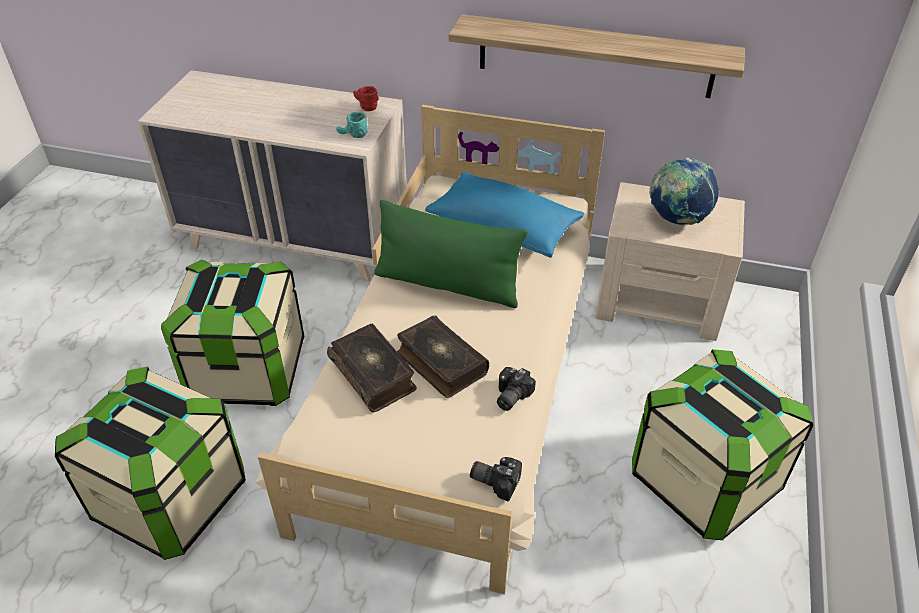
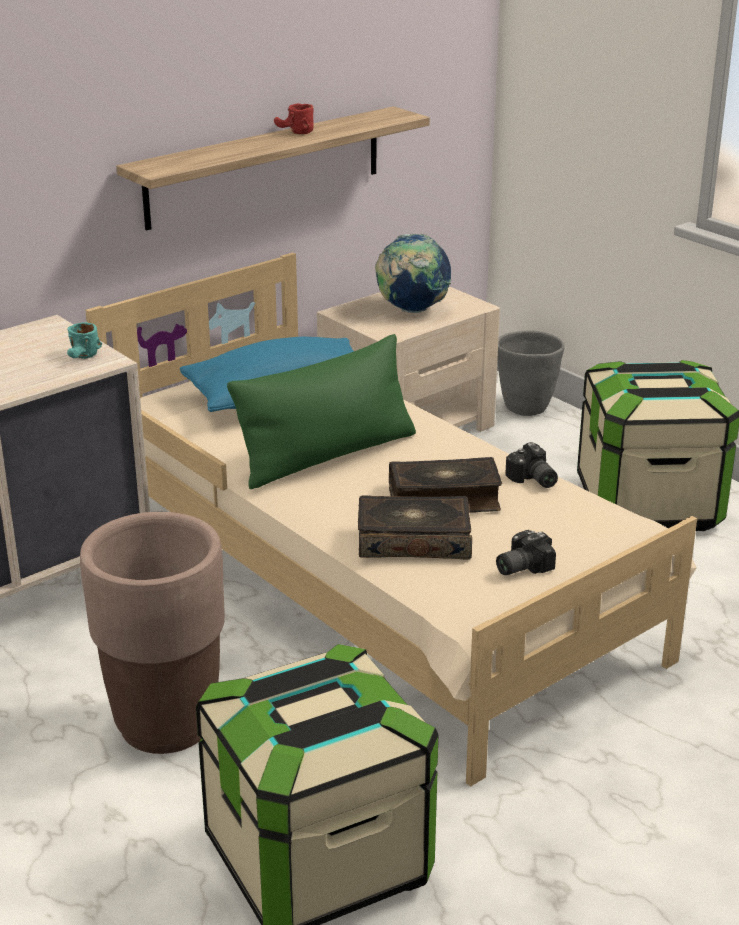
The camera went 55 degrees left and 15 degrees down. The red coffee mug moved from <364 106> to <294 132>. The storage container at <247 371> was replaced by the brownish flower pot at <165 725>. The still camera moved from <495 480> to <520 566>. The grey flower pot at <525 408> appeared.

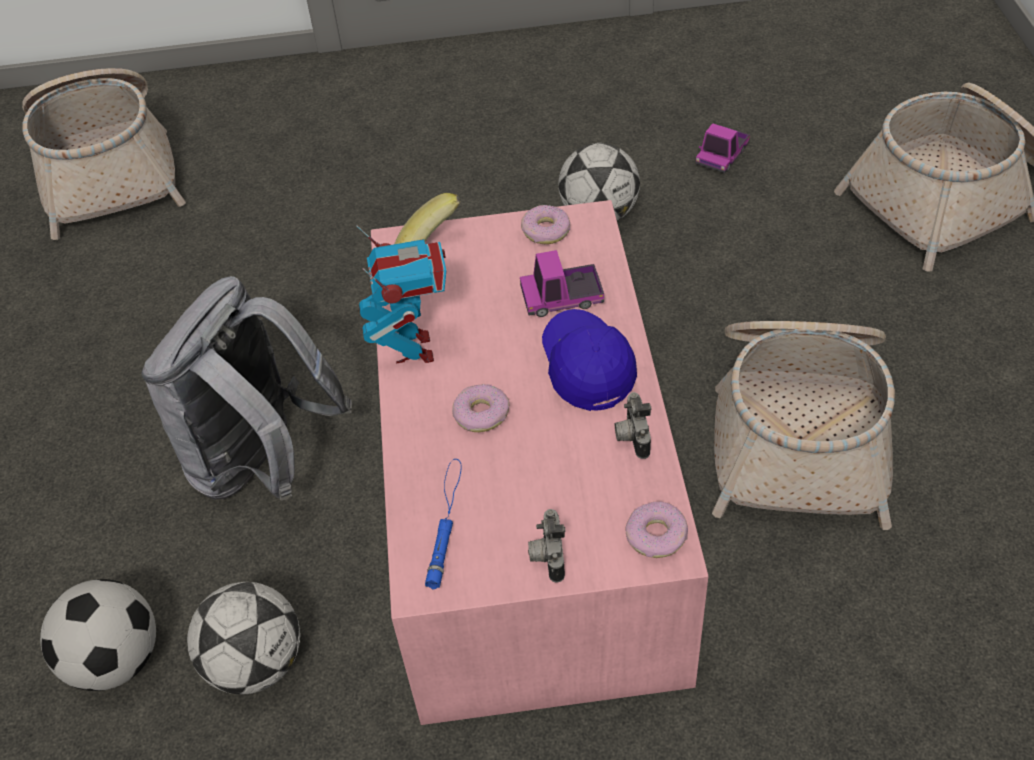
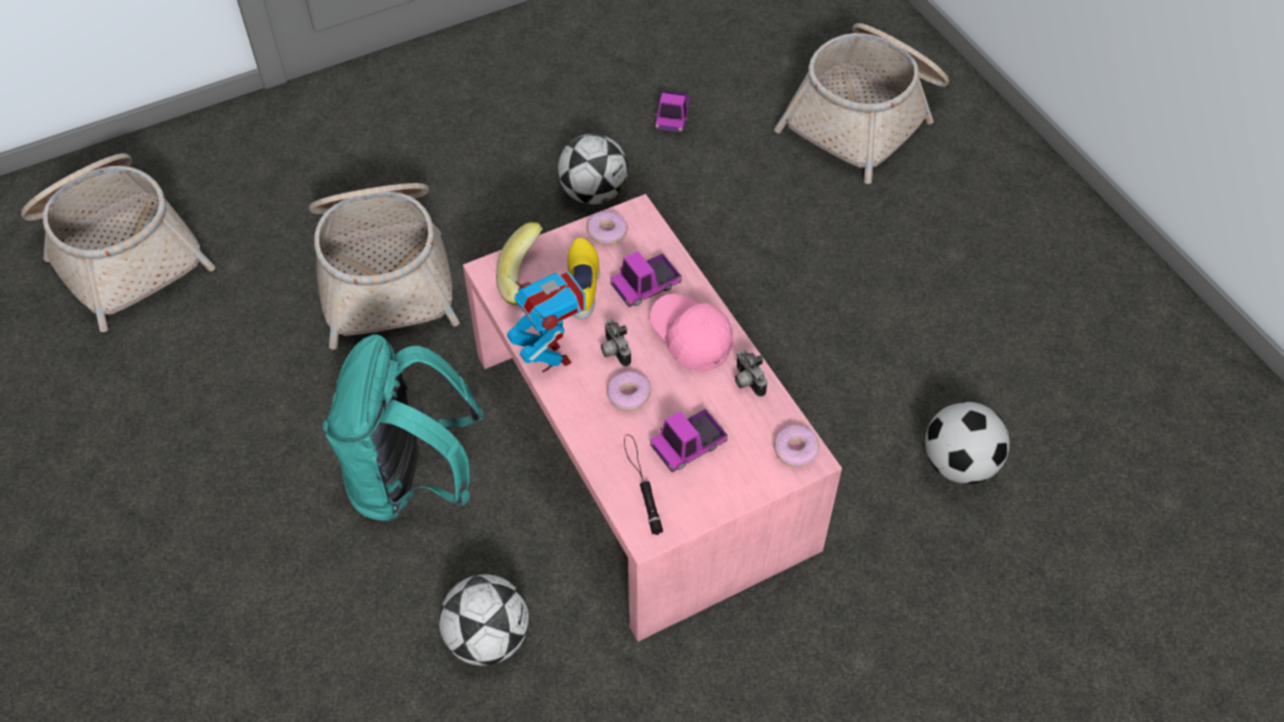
The camera went 25 degrees left and 5 degrees up. The grey rucksack at <263 464> became the turquoise rucksack at <411 481>. The blue-coloured cap at <586 368> became the pink cap at <690 338>. The storage basket moved from <798 431> to <385 272>. The blue-coloured hand torch at <445 522> became the blackish hand torch at <642 483>. The still camera moved from <547 555> to <613 351>. The ball for football moved from <116 660> to <959 464>. The yellow low shoe at <583 285> appeared. The model truck at <688 446> appeared.

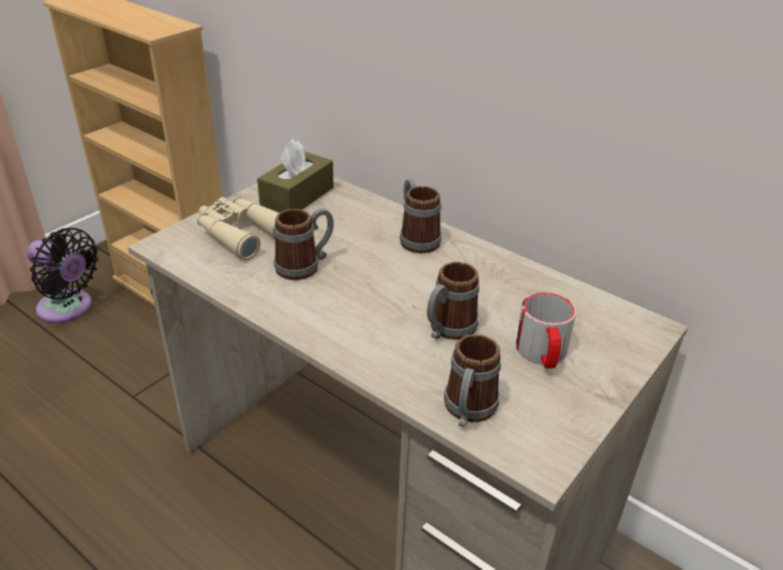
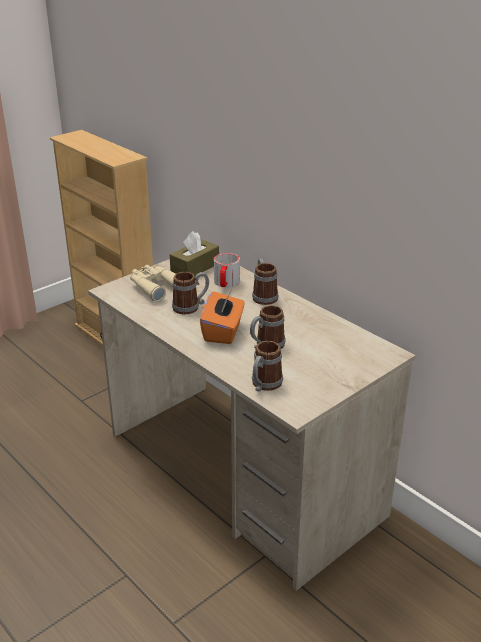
The camera went 10 degrees right and 5 degrees down. The blackish electric fan at <68 309> disappeared. The coffee mug moved from <542 354> to <225 283>. The orange box of tissues at <223 331> appeared.

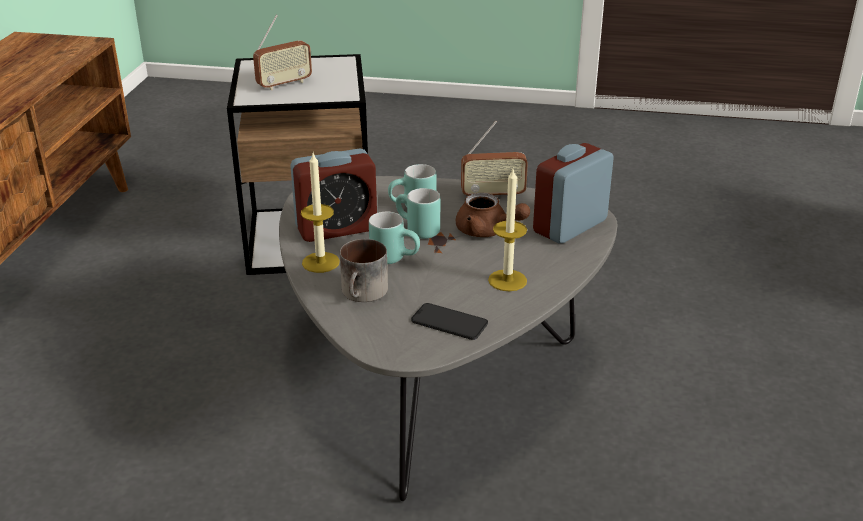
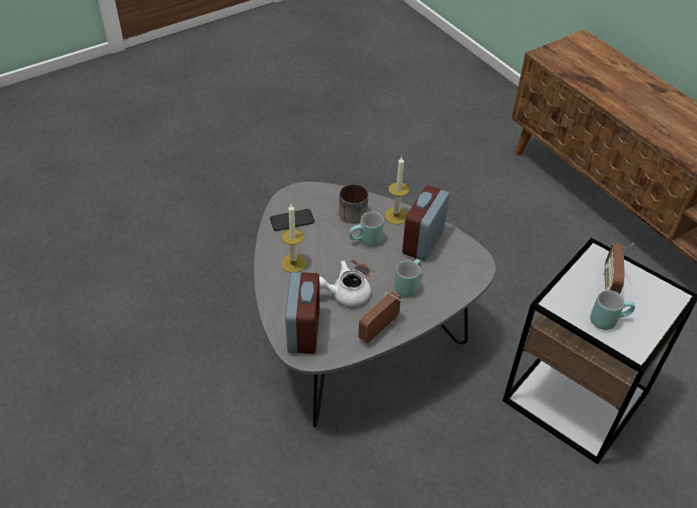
The camera went 135 degrees right and 15 degrees up. The turquoise coffee mug moved from <416 231> to <608 319>. The brownish pot for tea at <487 231> became the white pot for tea at <344 294>.

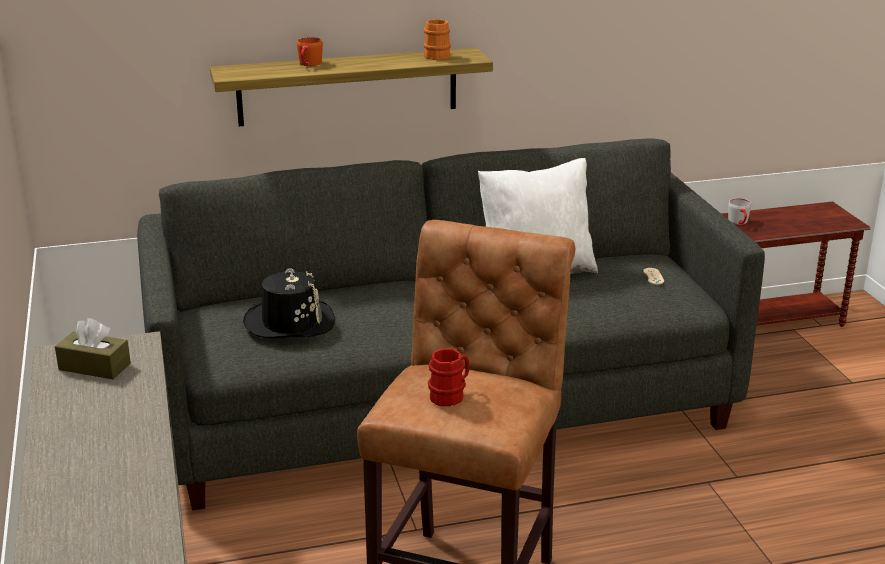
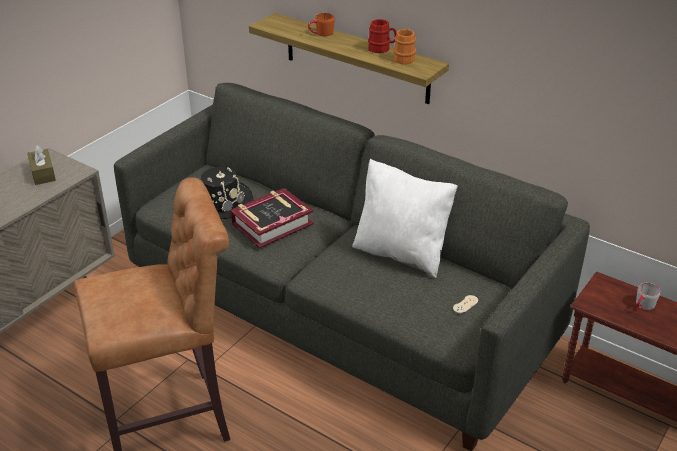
The camera went 50 degrees right and 10 degrees up. The red coffee mug moved from <450 395> to <382 49>. The book at <272 223> appeared.

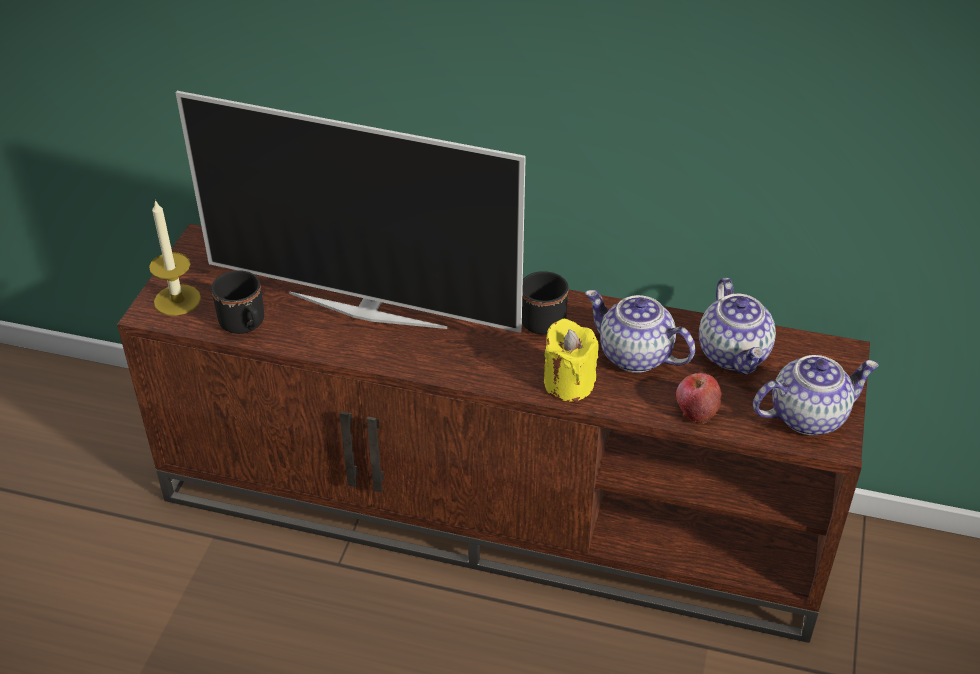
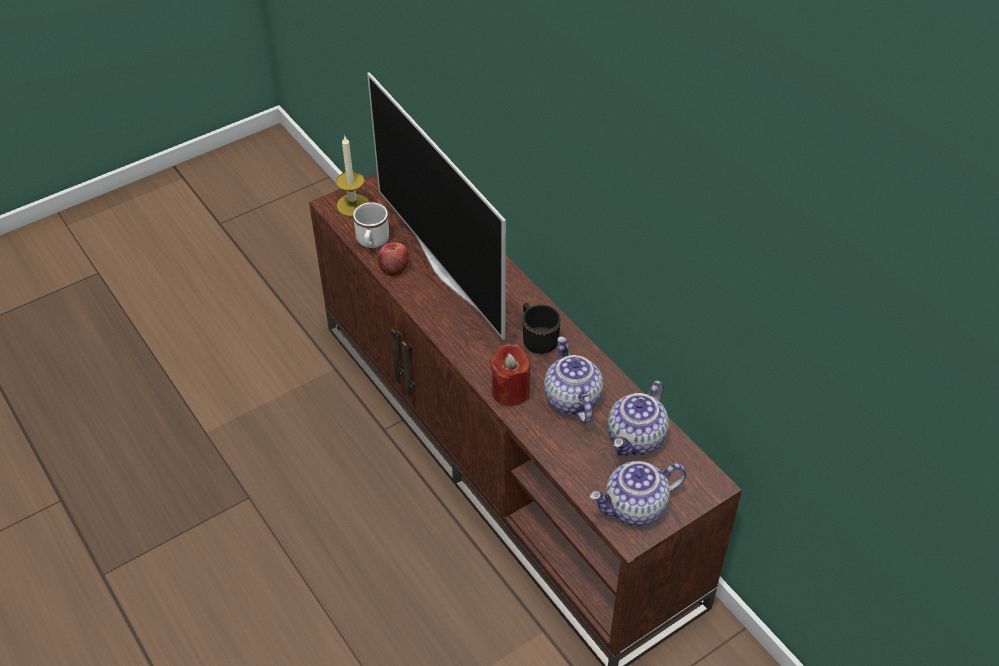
The camera went 40 degrees right and 5 degrees up. The blackish coffee mug at <245 325> became the white coffee mug at <372 242>. The yellow candle at <568 383> became the red candle at <510 391>. The pot for tea at <808 415> turned 135 degrees clockwise. The apple fruit moved from <696 410> to <394 267>.

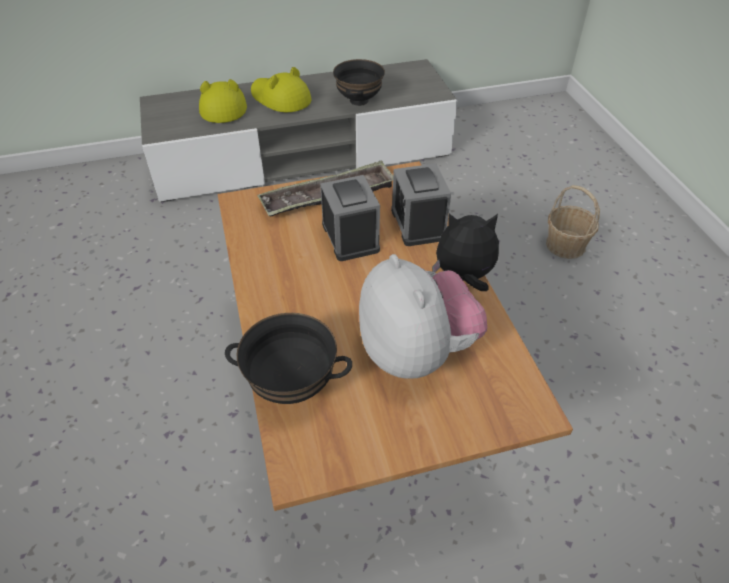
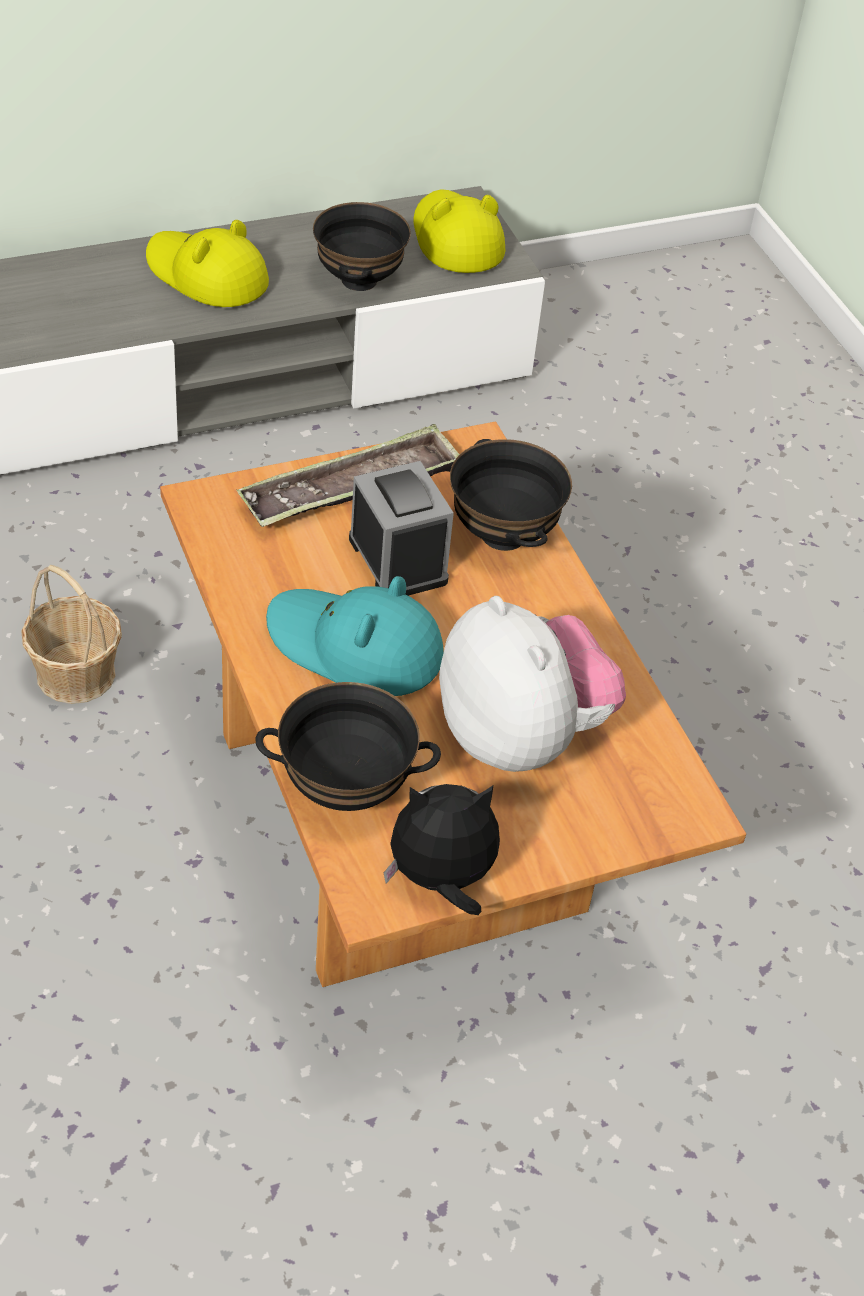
The camera went 10 degrees left and 0 degrees up. The yellow wearable hat moved from <223 106> to <456 239>. The bedside clock at <418 224> was replaced by the blackish bowl at <504 535>. The storage basket moved from <565 245> to <76 673>. The cuddly toy moved from <464 277> to <441 881>. The turquoise wearable hat at <355 647> appeared.

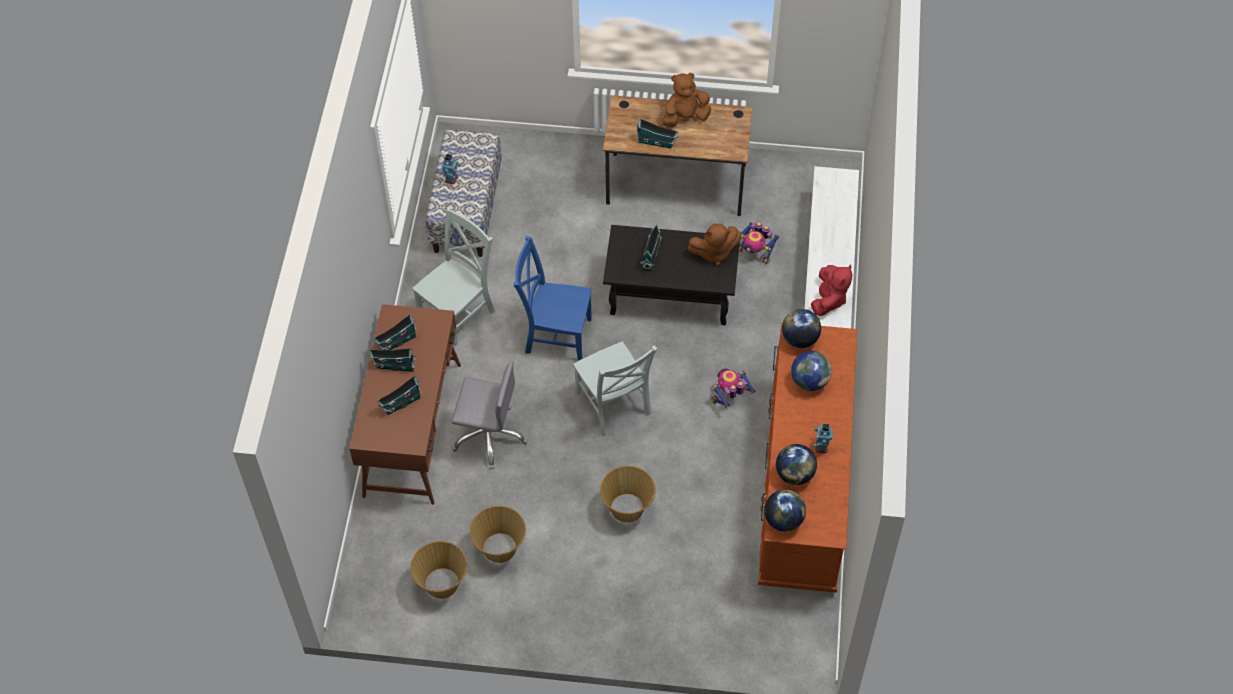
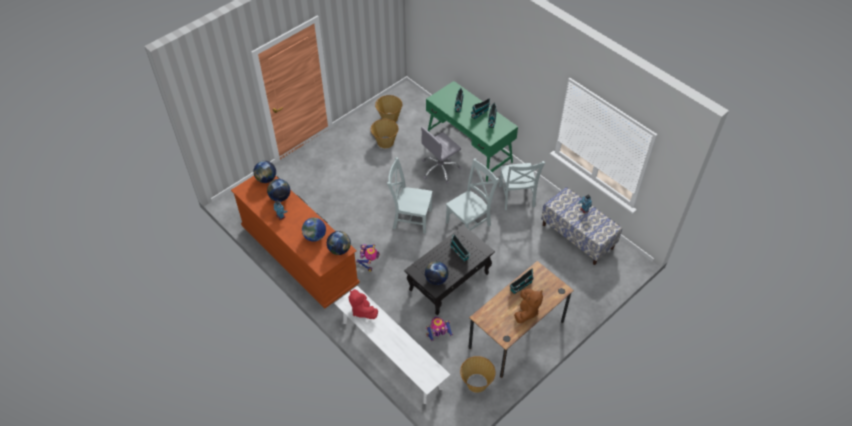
The camera went 130 degrees right and 5 degrees down. The brownish cuddly toy at <714 252> was replaced by the world globe at <436 279>. The blue-coloured chair at <555 334> became the grey chair at <470 223>. The brownish desk at <413 429> became the greenish desk at <469 148>. The storage basket moved from <627 508> to <476 383>.

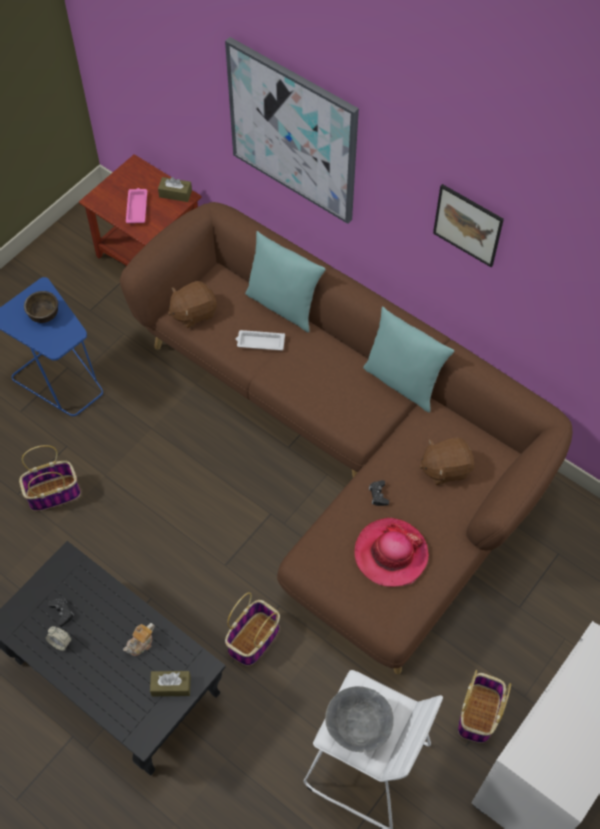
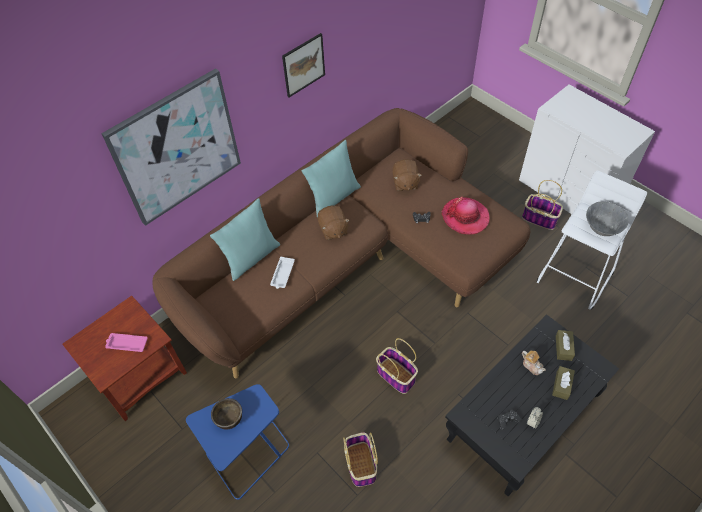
The camera went 80 degrees left and 5 degrees down. The brownish box of tissues moved from <175 194> to <561 385>. The brownish cuddly toy moved from <193 312> to <333 230>. The storage basket moved from <253 640> to <396 376>.

